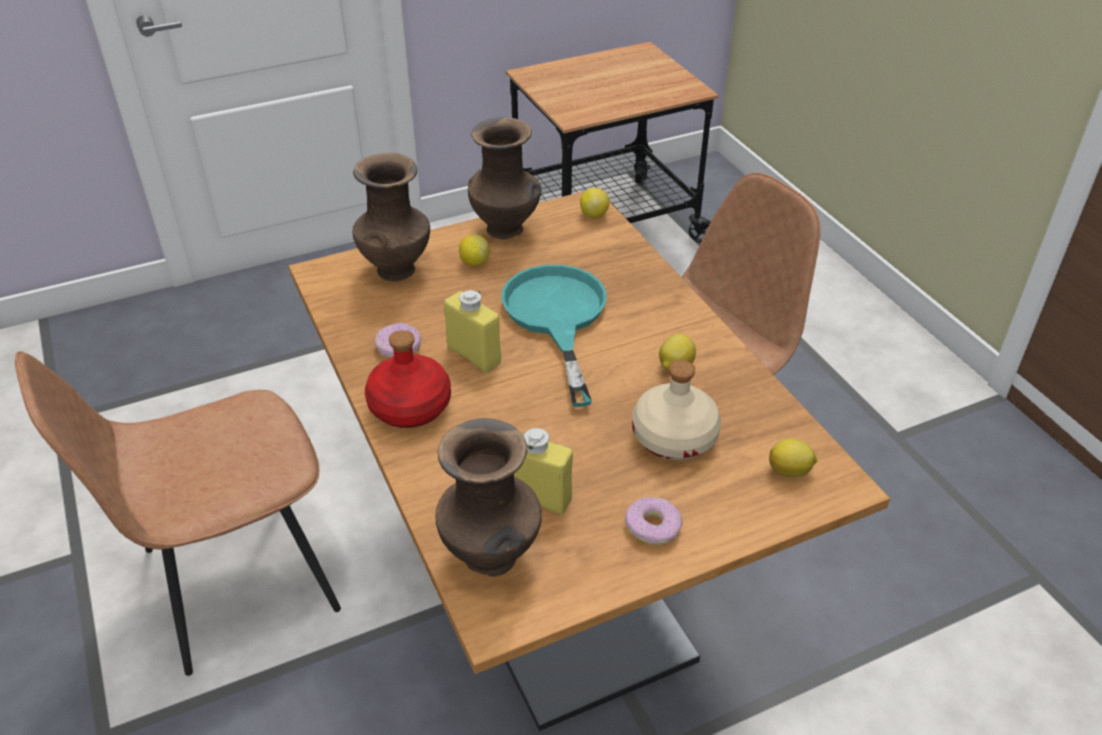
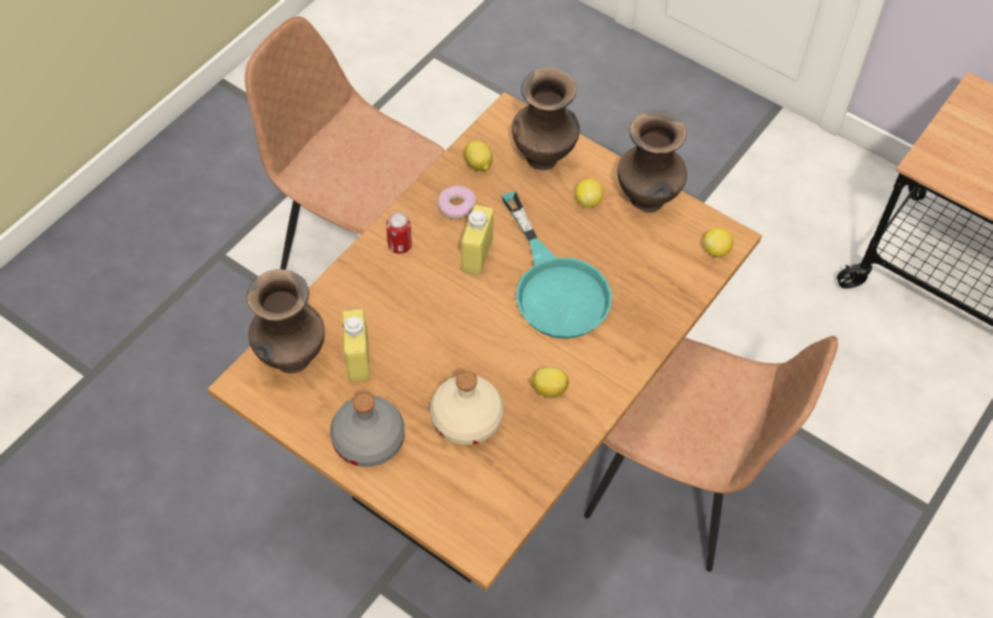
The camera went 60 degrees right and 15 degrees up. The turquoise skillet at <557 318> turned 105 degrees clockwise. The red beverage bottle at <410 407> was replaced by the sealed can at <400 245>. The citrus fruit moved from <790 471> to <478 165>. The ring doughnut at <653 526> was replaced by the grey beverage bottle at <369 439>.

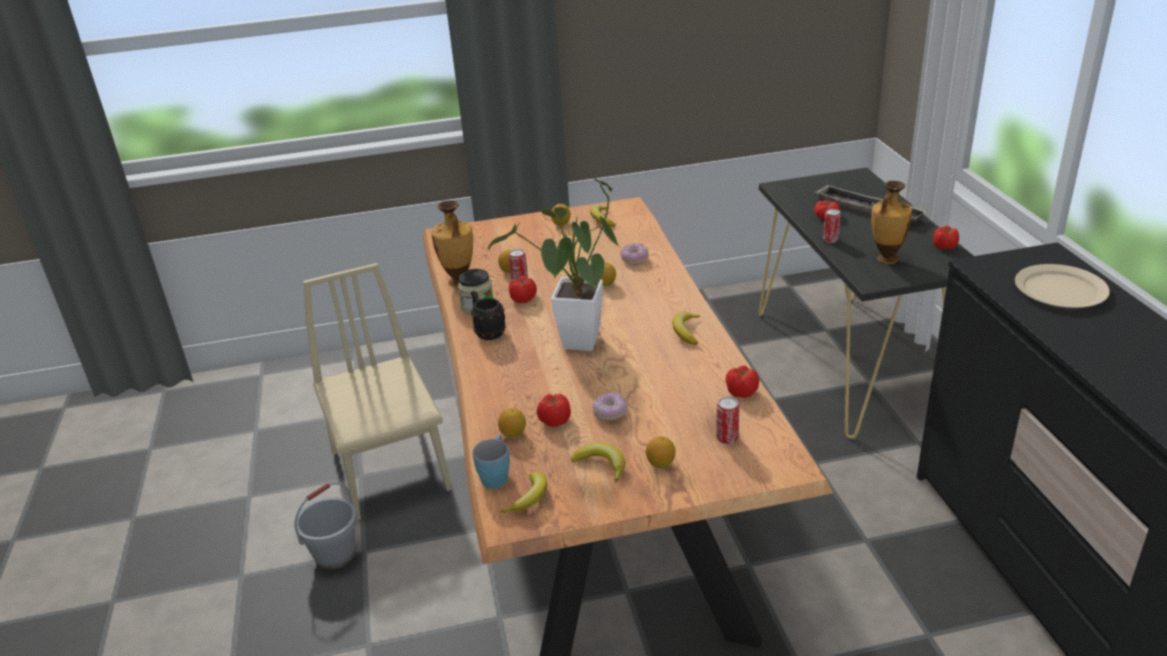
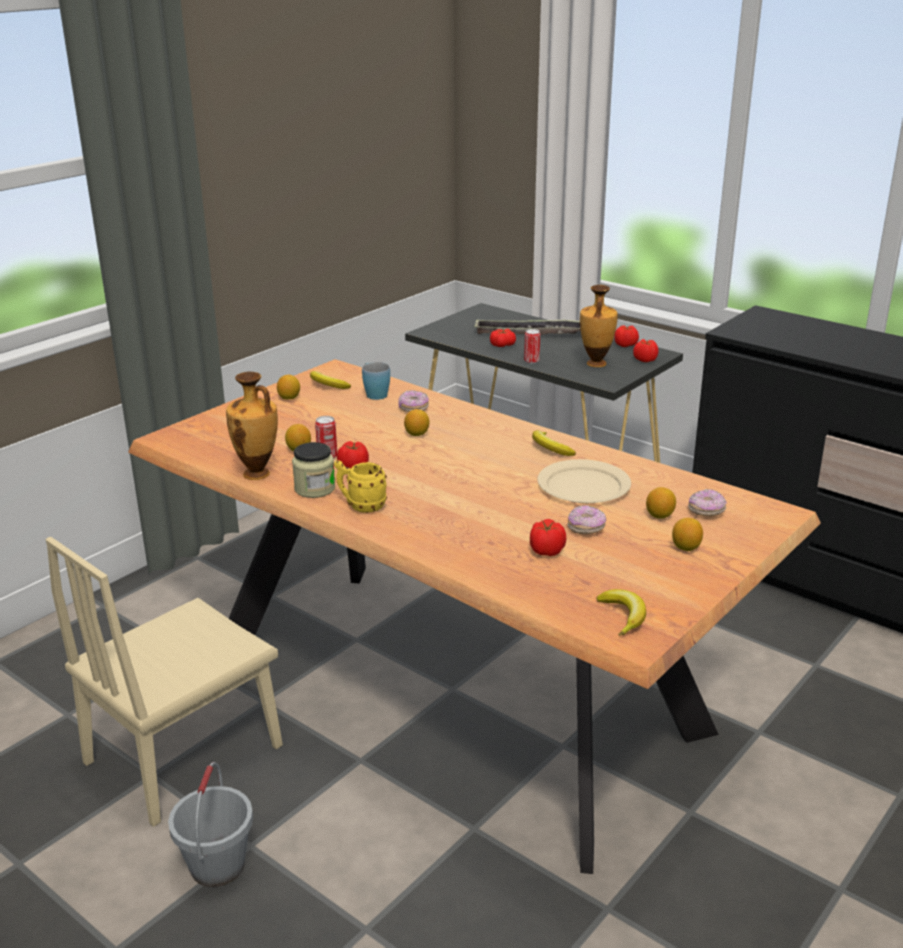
The camera went 40 degrees left and 5 degrees down. The plant in a pot at <578 348> disappeared. The beige chair at <390 470> turned 75 degrees counterclockwise. The beige flat dish moved from <1060 290> to <584 486>. The blackish coffee mug at <487 332> became the yellow coffee mug at <361 505>. The fresh tomato moved from <741 392> to <644 360>. The sealed can at <727 438> was replaced by the ring doughnut at <706 511>. The citrus fruit moved from <513 433> to <659 516>. The blue-coloured coffee mug moved from <496 475> to <374 393>. The banana fruit at <601 465> disappeared.

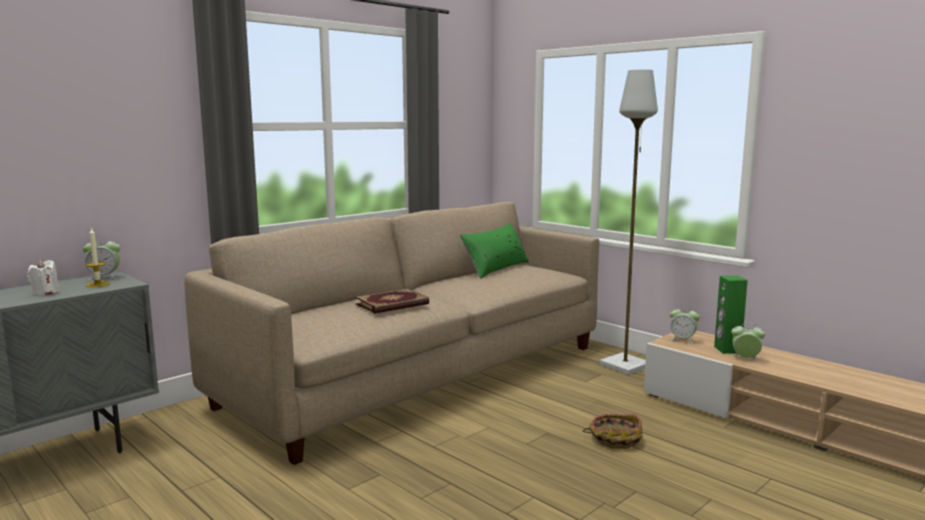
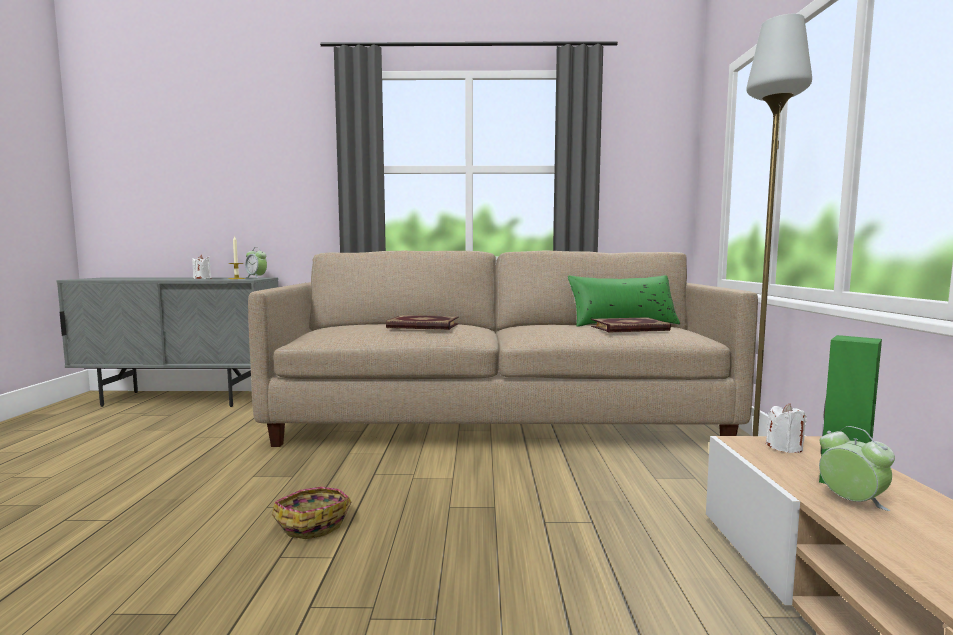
The camera went 45 degrees right and 5 degrees down. The bedside clock at <682 340> was replaced by the white candle at <785 447>. The storage basket moved from <615 439> to <313 522>. The book at <630 329> appeared.

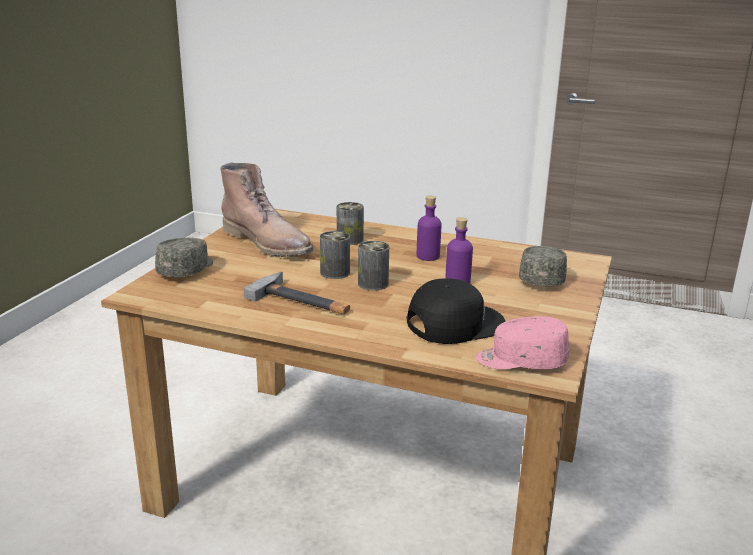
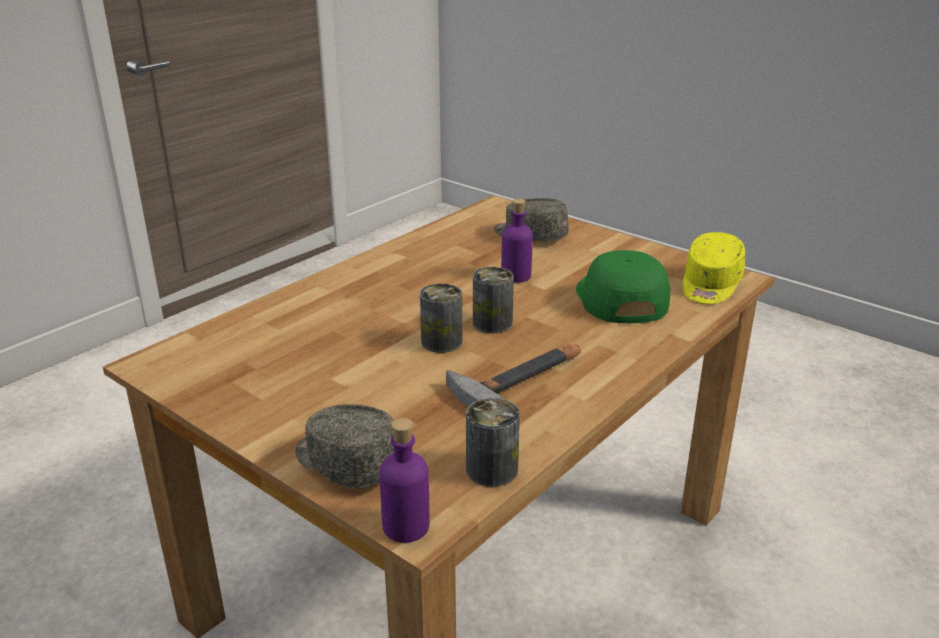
The camera went 70 degrees left and 5 degrees up. The brownish tall boot at <269 243> disappeared. The purple beverage bottle moved from <428 256> to <406 526>. The sealed can moved from <350 240> to <492 470>. The blackish cap at <454 323> became the greenish cap at <619 298>. The pink cap at <521 361> became the yellow cap at <710 285>.

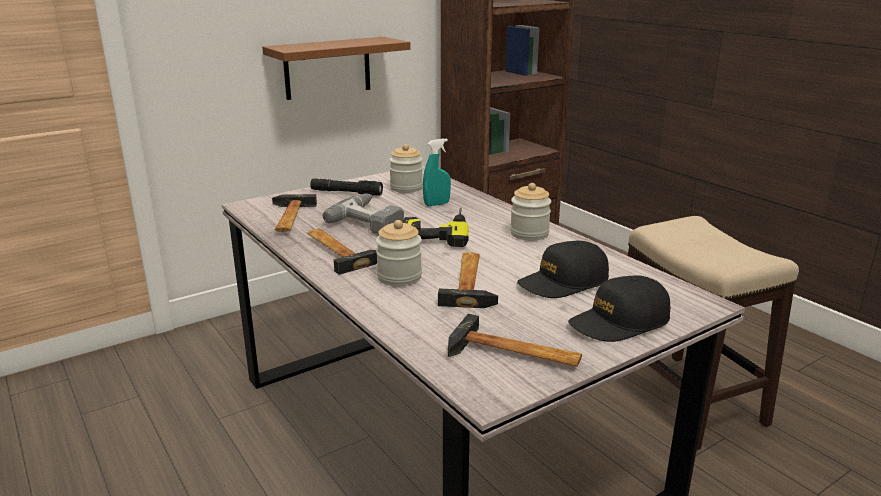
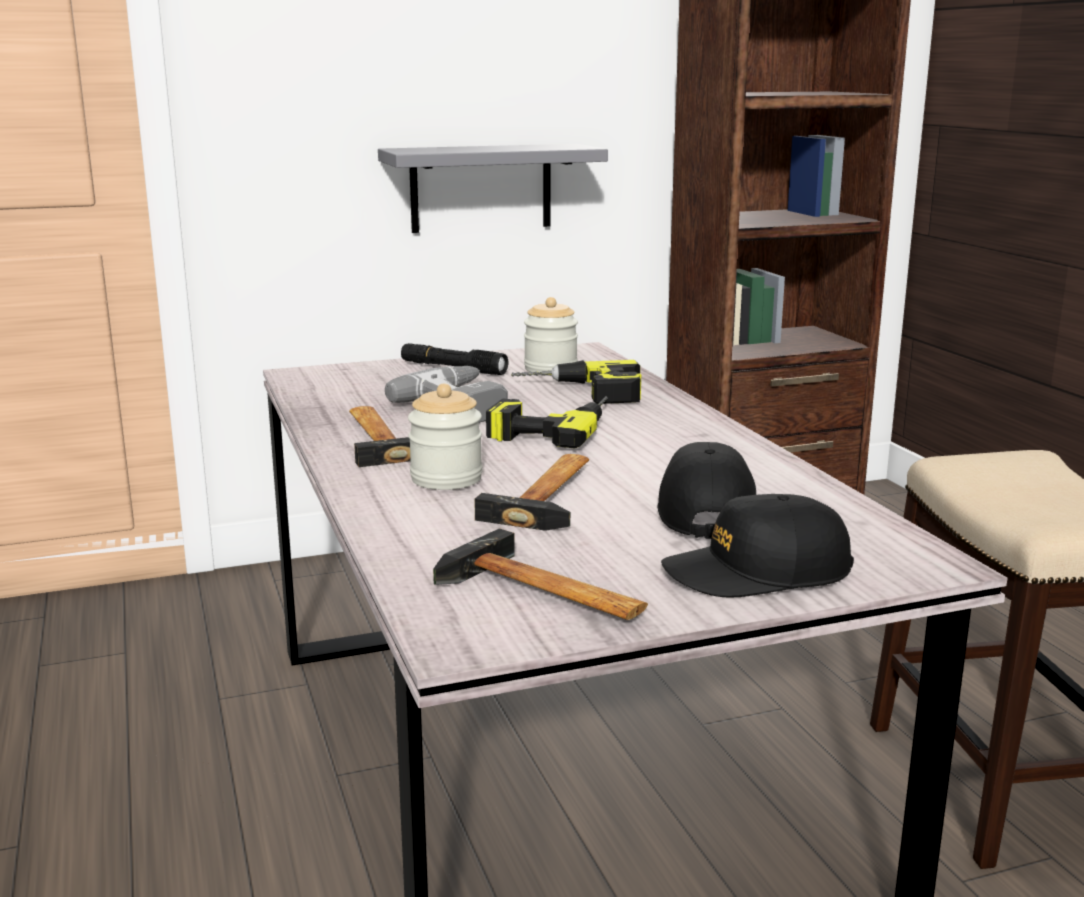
The camera went 15 degrees right and 5 degrees down. The brownish bracket shelf at <327 68> became the grey bracket shelf at <481 188>. The turquoise hand sprayer at <436 204> was replaced by the power drill at <581 392>. The jar at <529 233> disappeared. The hammer at <288 218> disappeared. The blackish cap at <563 282> turned 105 degrees clockwise.

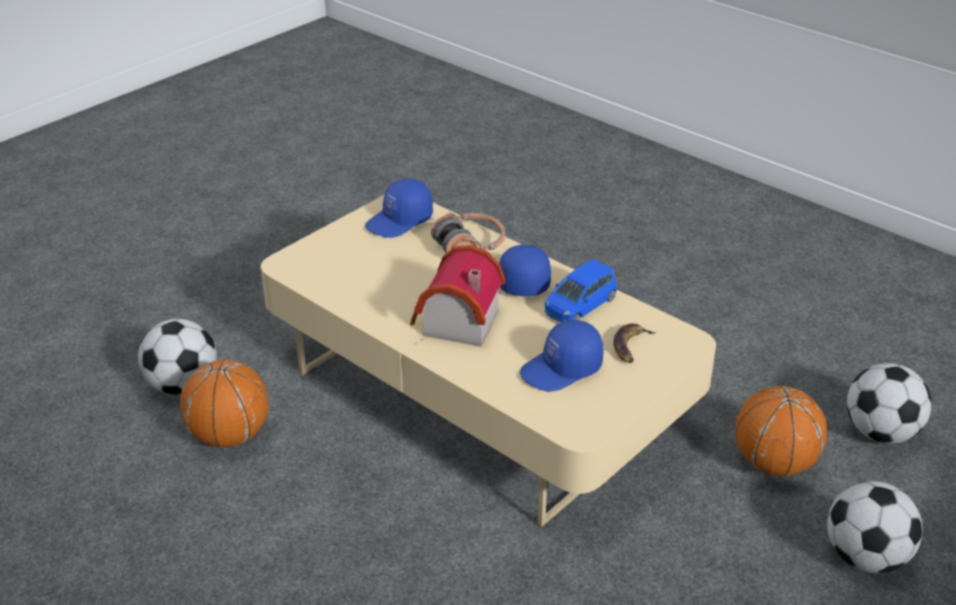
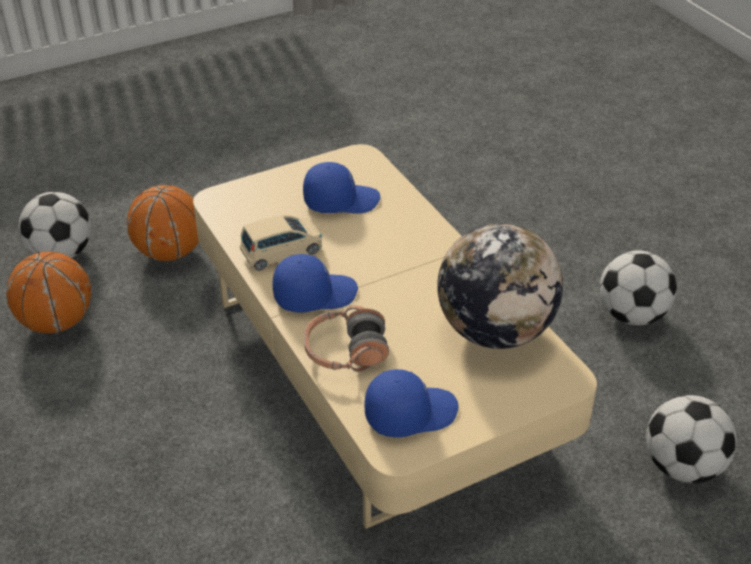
The camera went 160 degrees left and 5 degrees up. The model house at <455 323> disappeared. The blue-coloured cap at <523 279> turned 135 degrees counterclockwise. The blue-coloured model car at <580 306> became the beige model car at <282 252>. The banana fruit at <631 346> disappeared. The basketball moved from <230 436> to <56 322>. The ball for football moved from <865 558> to <632 315>. The world globe at <495 331> appeared.

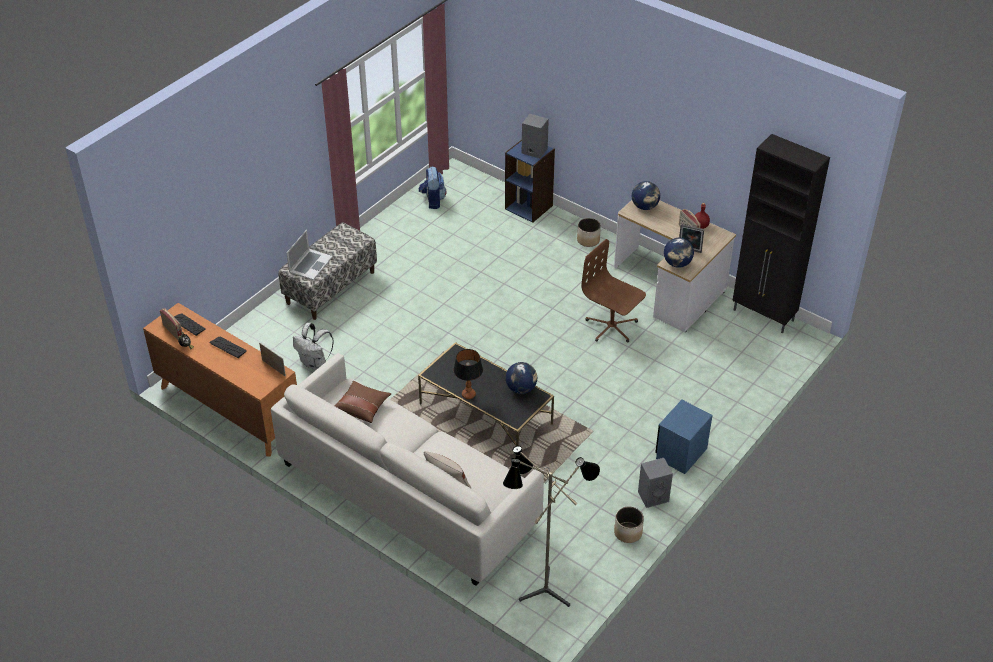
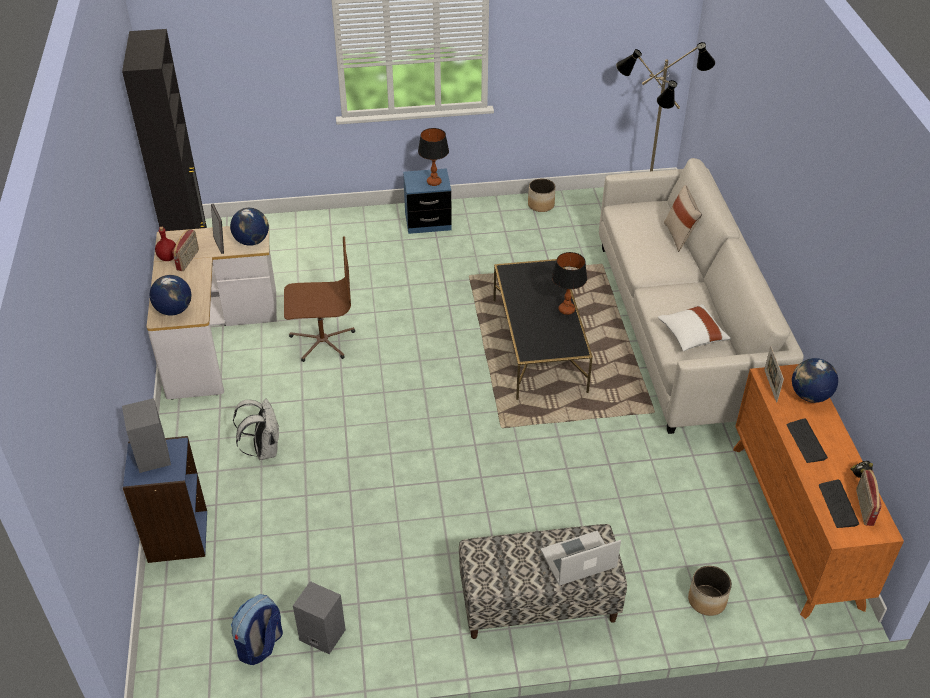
The camera went 135 degrees left and 0 degrees up. The flower pot moved from <588 240> to <707 600>. The brownish computer chair at <611 327> turned 90 degrees counterclockwise. The white rucksack moved from <315 363> to <264 449>. The world globe moved from <521 388> to <809 395>. The brownish cushion at <362 407> became the white cushion at <692 336>. The grey audio speaker moved from <653 496> to <321 635>. The tabletop lamp at <434 182> appeared.

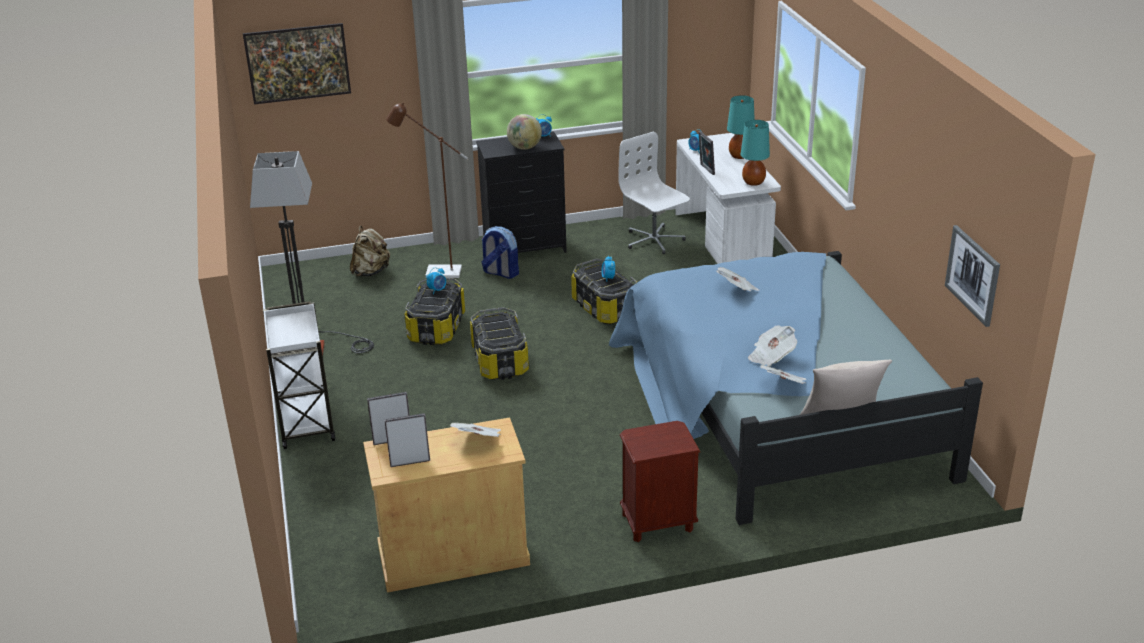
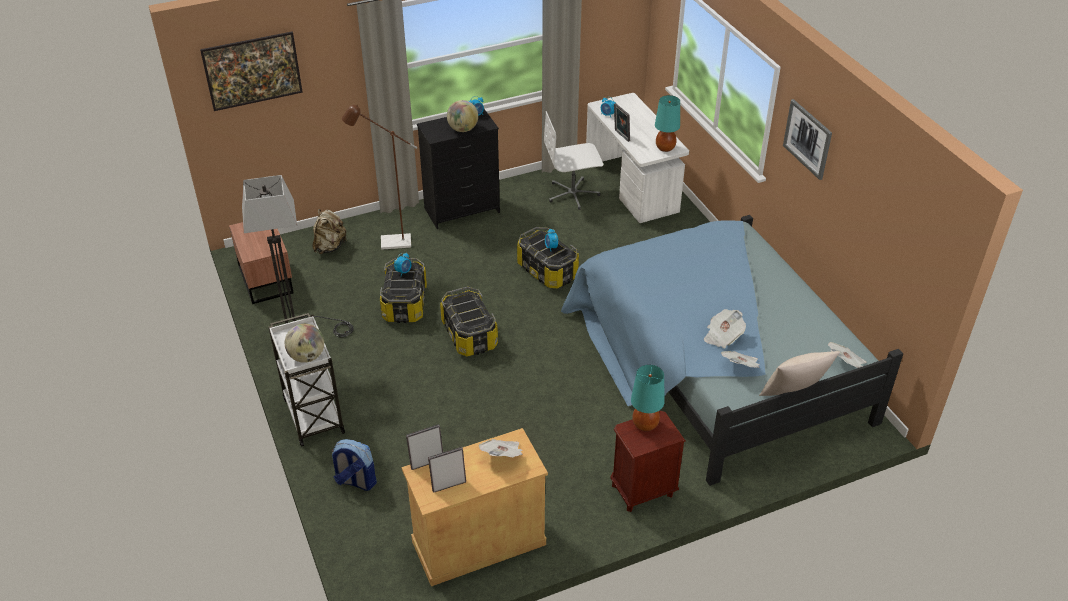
The camera went 10 degrees left and 10 degrees up. The turquoise tabletop lamp moved from <739 156> to <645 424>. The white computer chair at <654 240> turned 60 degrees counterclockwise. The wall picture moved from <973 275> to <807 139>. The rucksack moved from <500 273> to <355 481>. The newspaper moved from <737 290> to <845 363>. The brownish night table at <267 278> appeared. The world globe at <307 357> appeared.

